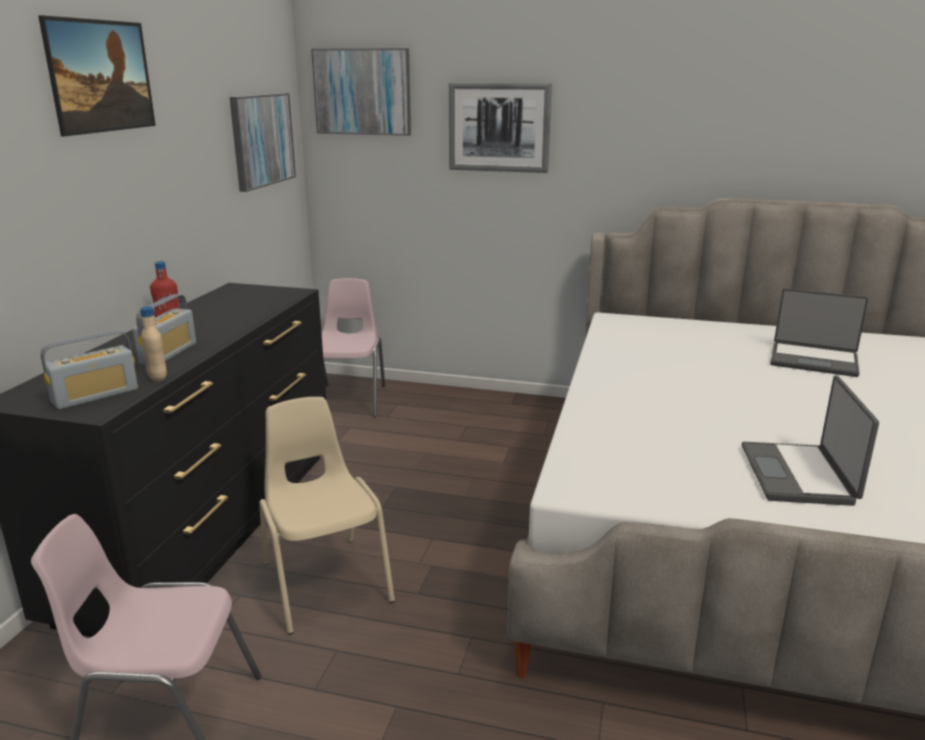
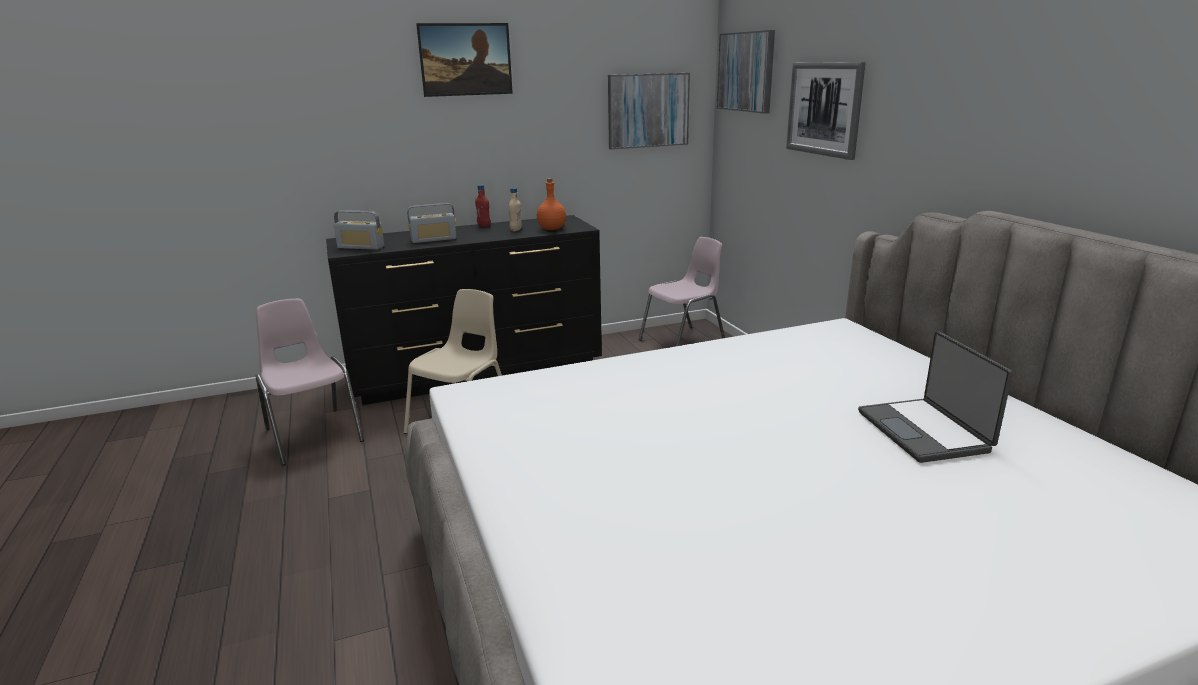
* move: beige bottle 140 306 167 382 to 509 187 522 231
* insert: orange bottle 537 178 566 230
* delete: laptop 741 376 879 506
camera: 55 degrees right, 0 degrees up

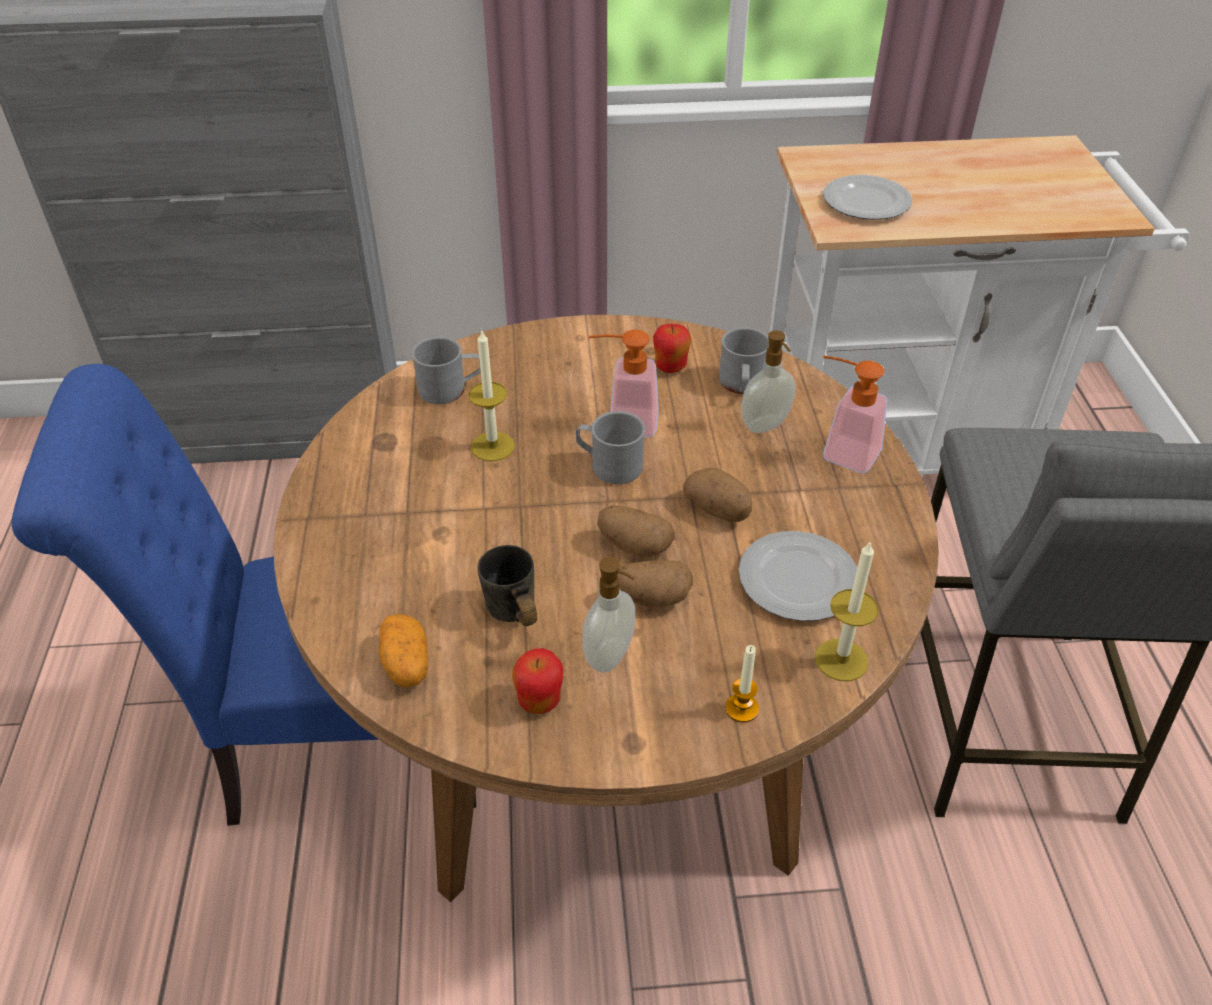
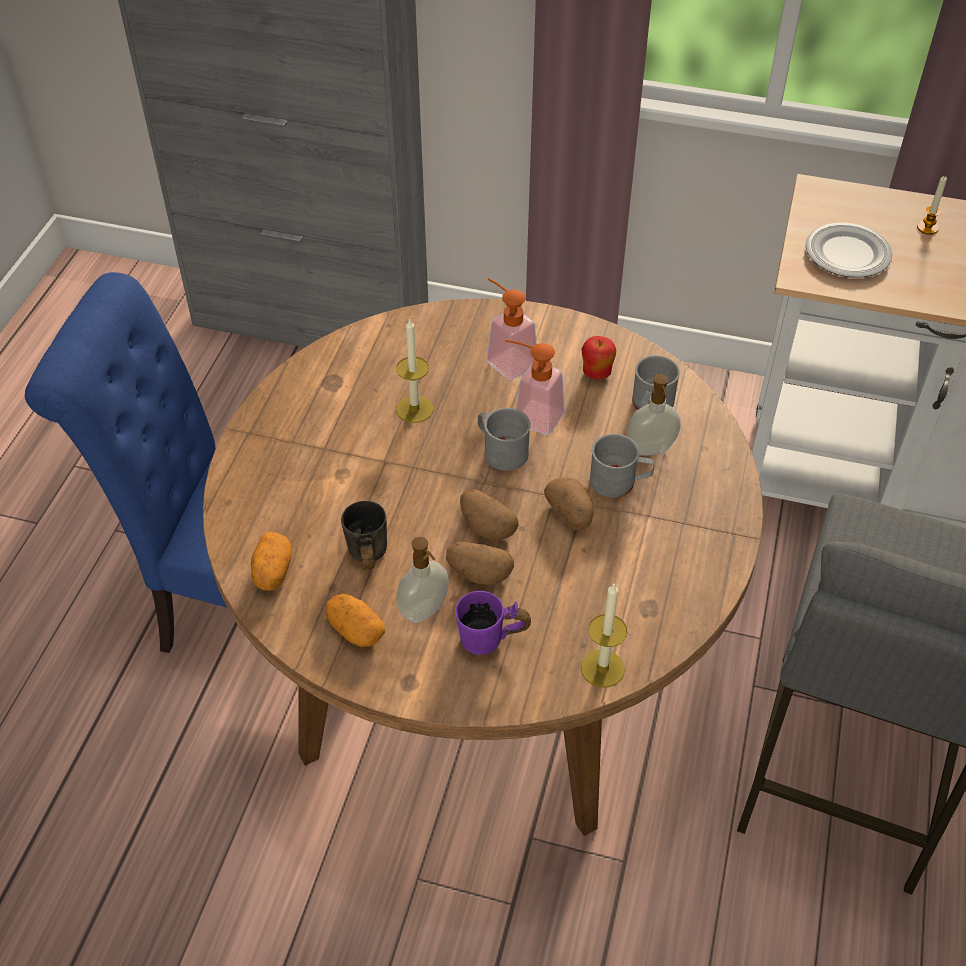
* replace: apple 512 648 563 714 to potato 326 594 385 647
* insert: purple mug 455 591 531 655
* move: soap dispenser 823 356 887 473 to 487 278 537 380
* move: grey mug 411 337 481 404 to 590 434 654 498
* move: candle 725 645 759 723 to 917 176 947 235
* delete: plate 739 531 857 621
camera: 20 degrees right, 5 degrees up

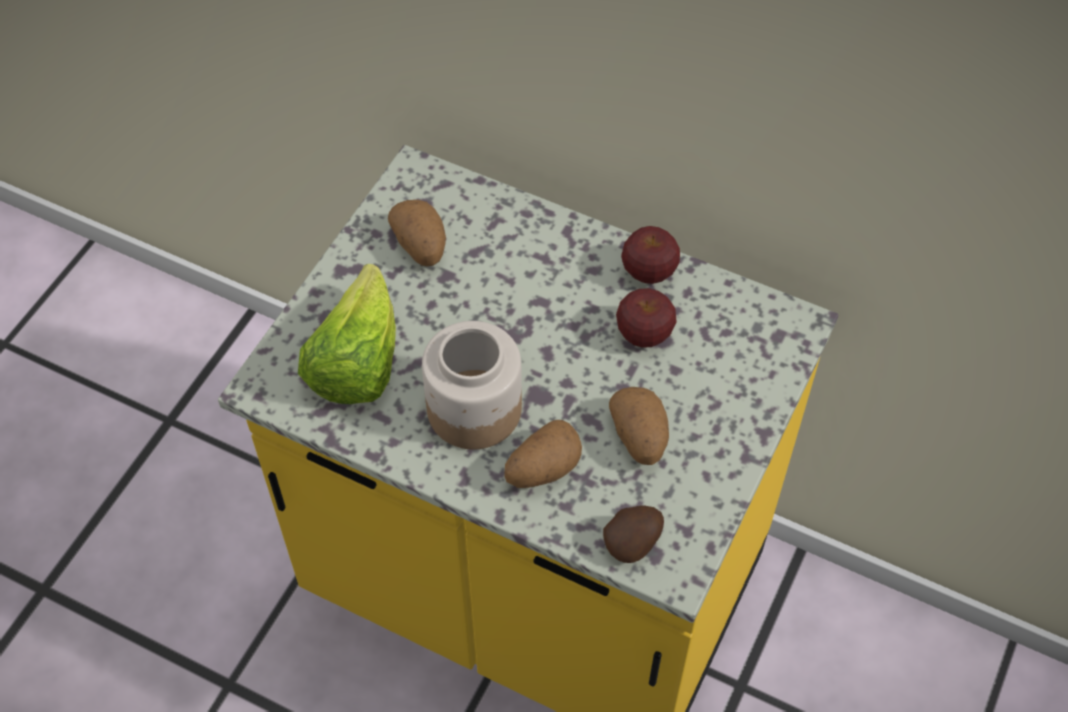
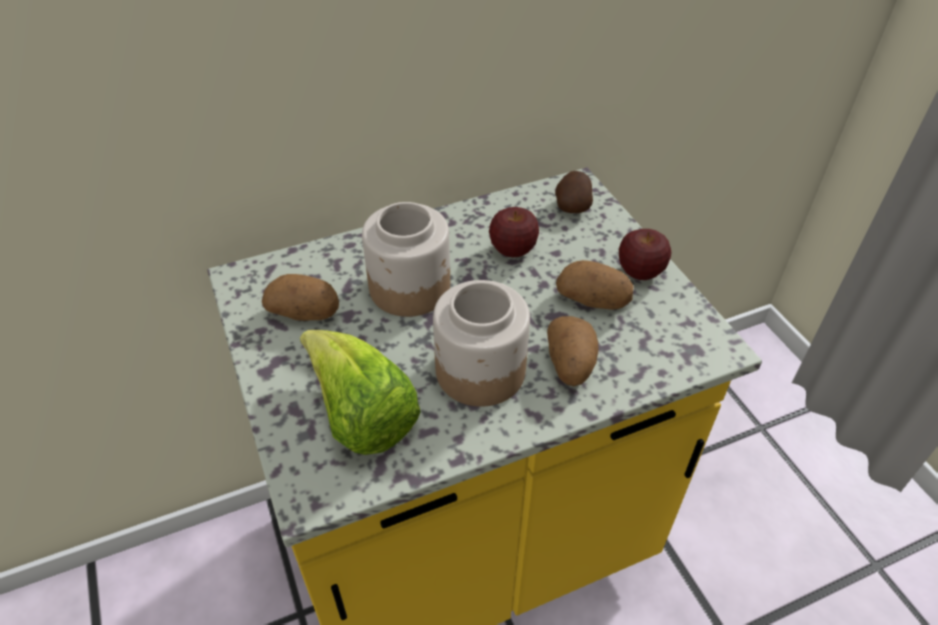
* insert: jar 362 202 450 317
* move: potato 603 505 664 563 to 555 171 593 213
* move: apple 621 226 680 284 to 619 229 671 280
camera: 50 degrees left, 10 degrees down

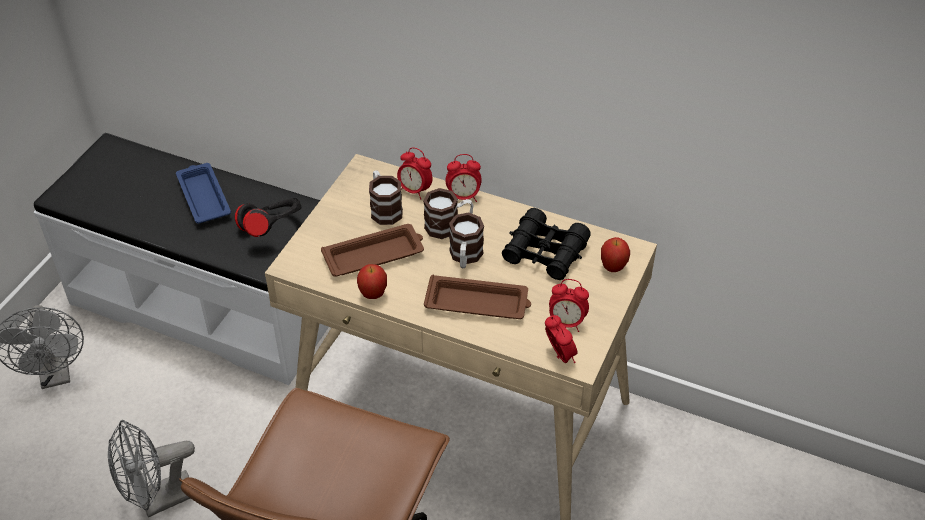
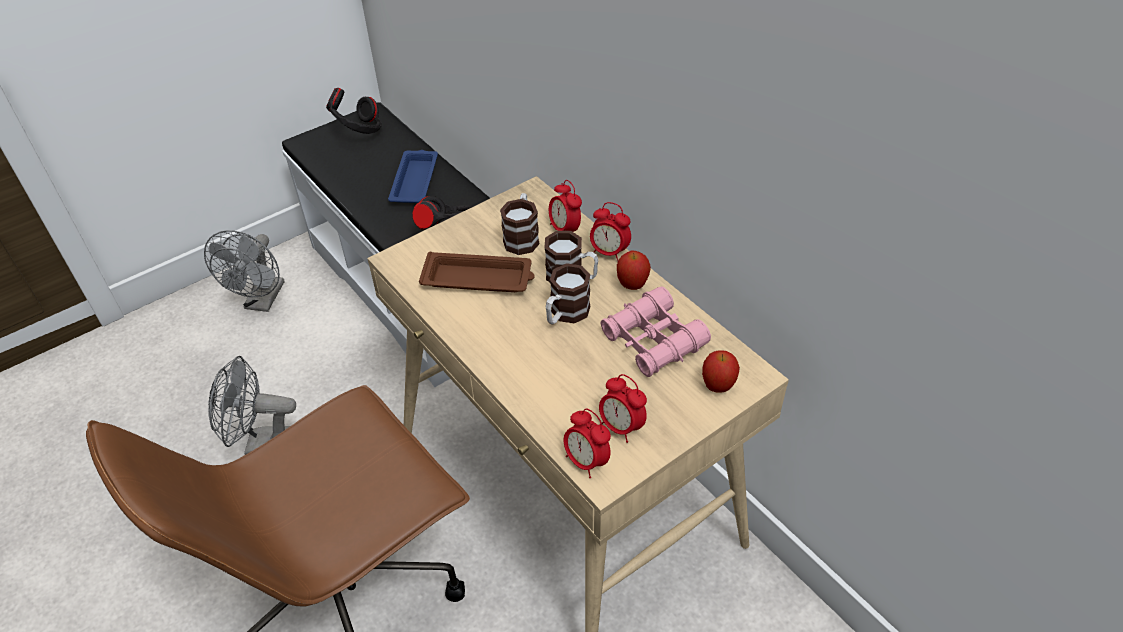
* insert: black headphones 326 88 382 134
* rotate: alarm clock 545 315 578 363 = 564 408 611 478 135 degrees clockwise
* recolor: black binoculars 502 208 591 280 to pink binoculars 600 286 711 377
* move: apple 357 264 387 299 to 617 250 651 290
* delete: brown tray 424 275 531 319
camera: 30 degrees right, 0 degrees up

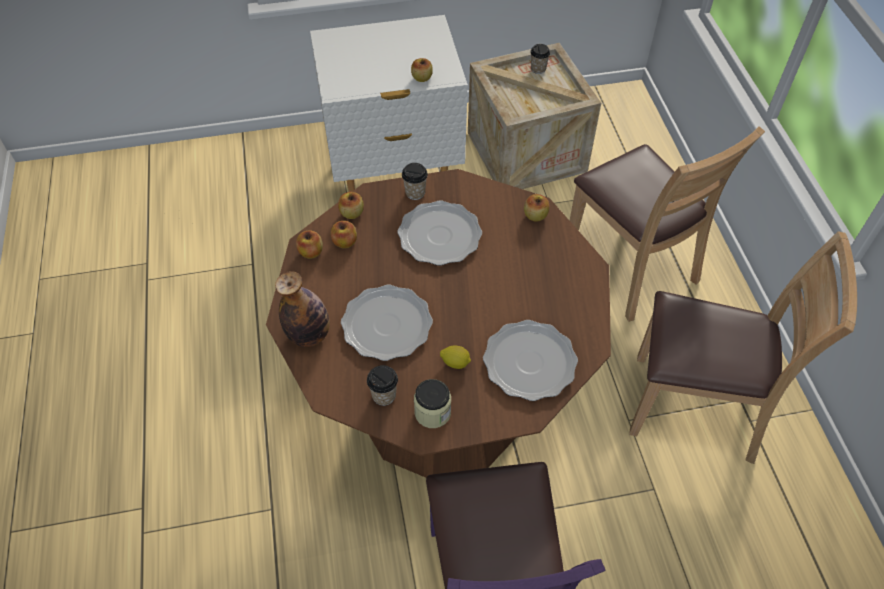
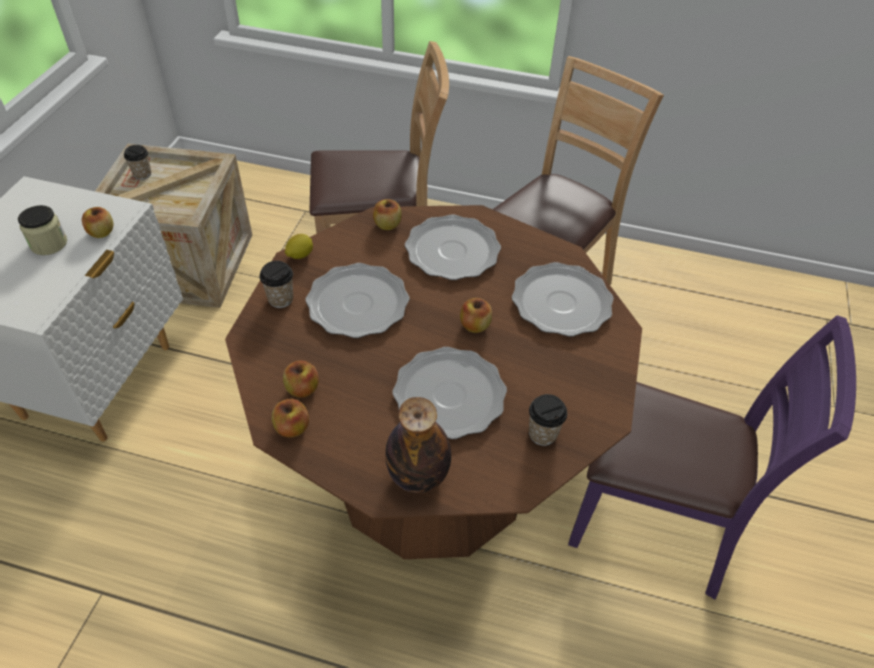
* move: jar 414 379 451 428 to 18 205 67 255
* move: lemon 440 345 471 369 to 285 234 313 259
* insert: plate 405 214 501 280
* move: apple 338 192 364 219 to 460 298 492 333
camera: 65 degrees left, 5 degrees down

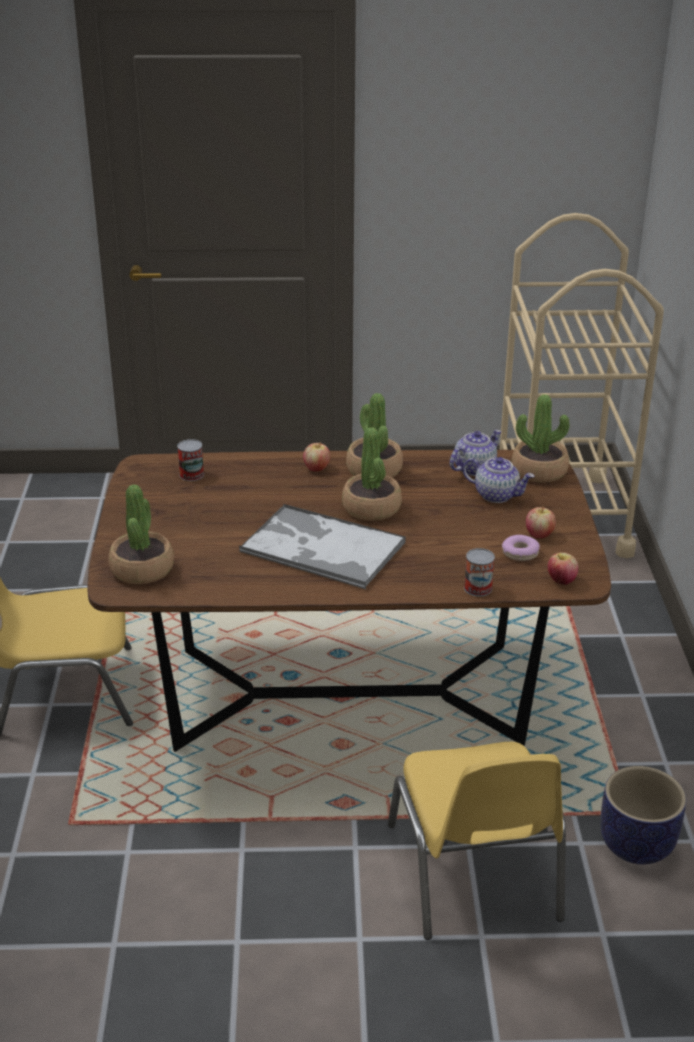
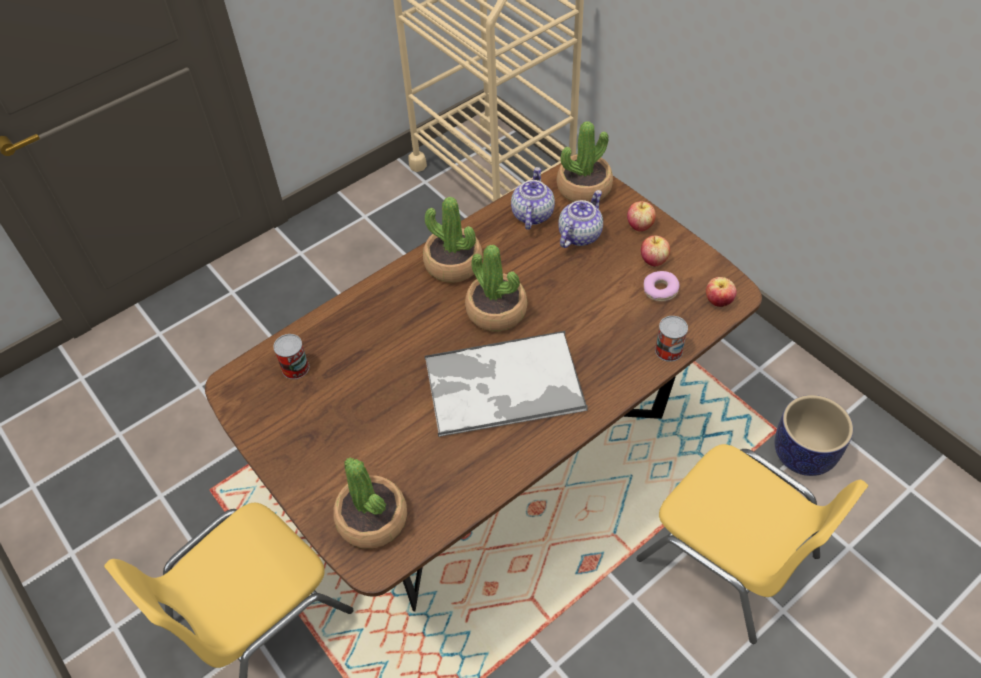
* rotate: teapot 463 457 534 503 = 558 190 603 248 45 degrees counterclockwise
* move: apple 303 442 330 472 to 627 201 656 231
camera: 35 degrees left, 20 degrees up

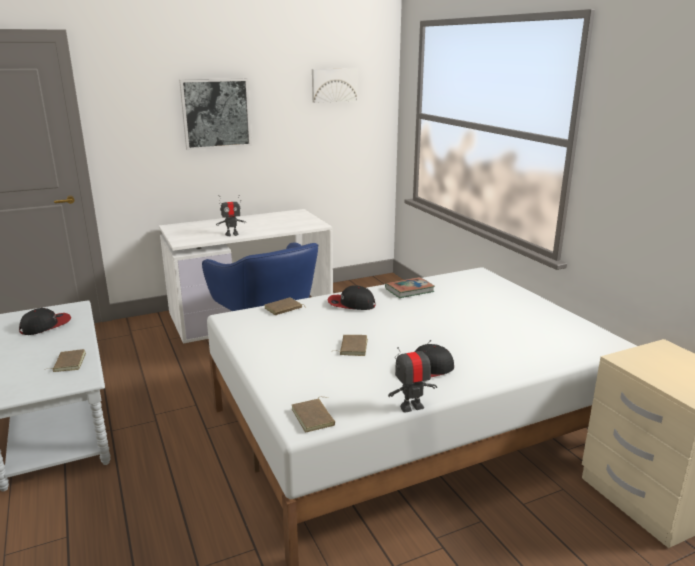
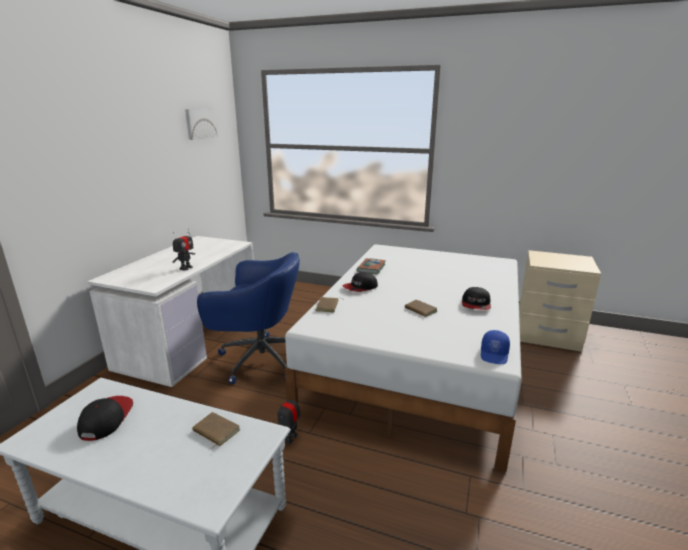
* move: toy robot 388 340 437 413 to 278 390 301 444
* replace: brown book 292 397 335 433 to blue cap 481 330 510 364
* delete: picture 179 78 252 150
camera: 45 degrees left, 0 degrees up

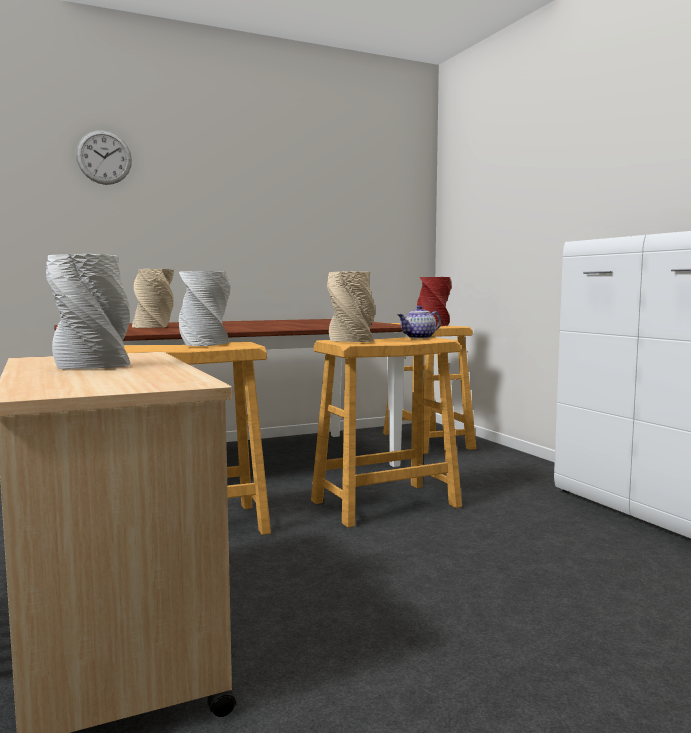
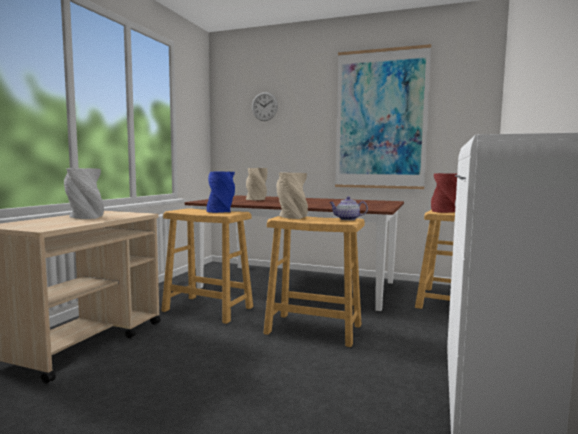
* recolor: grey vase 179 271 230 346 to blue vase 207 171 235 213
* insert: picture 335 44 431 189
camera: 45 degrees right, 0 degrees up

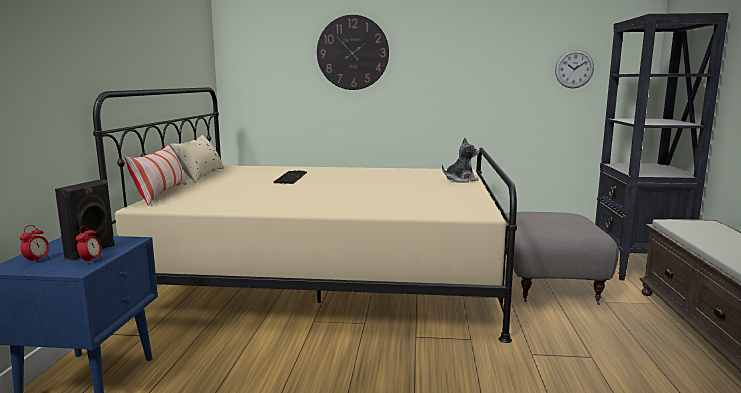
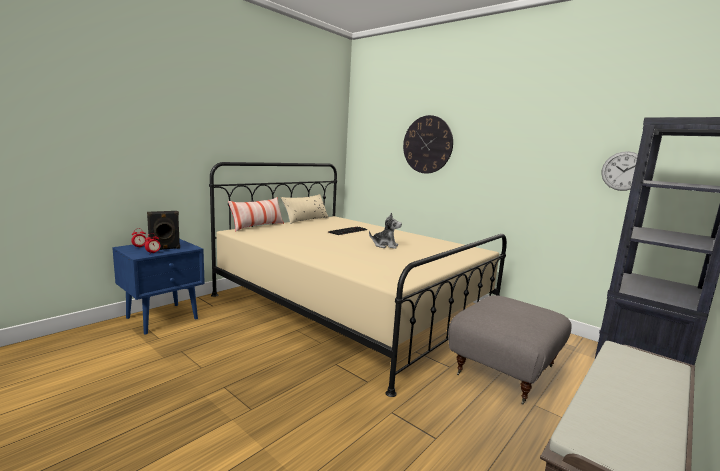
* move: plush toy 442 138 480 182 to 369 213 402 249
camera: 35 degrees right, 0 degrees up

